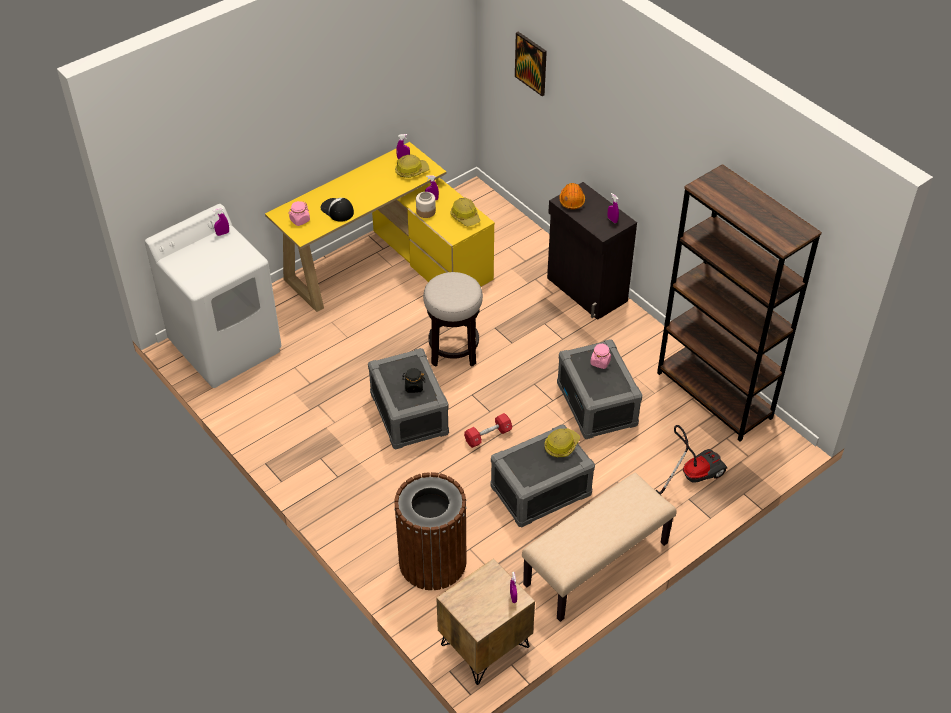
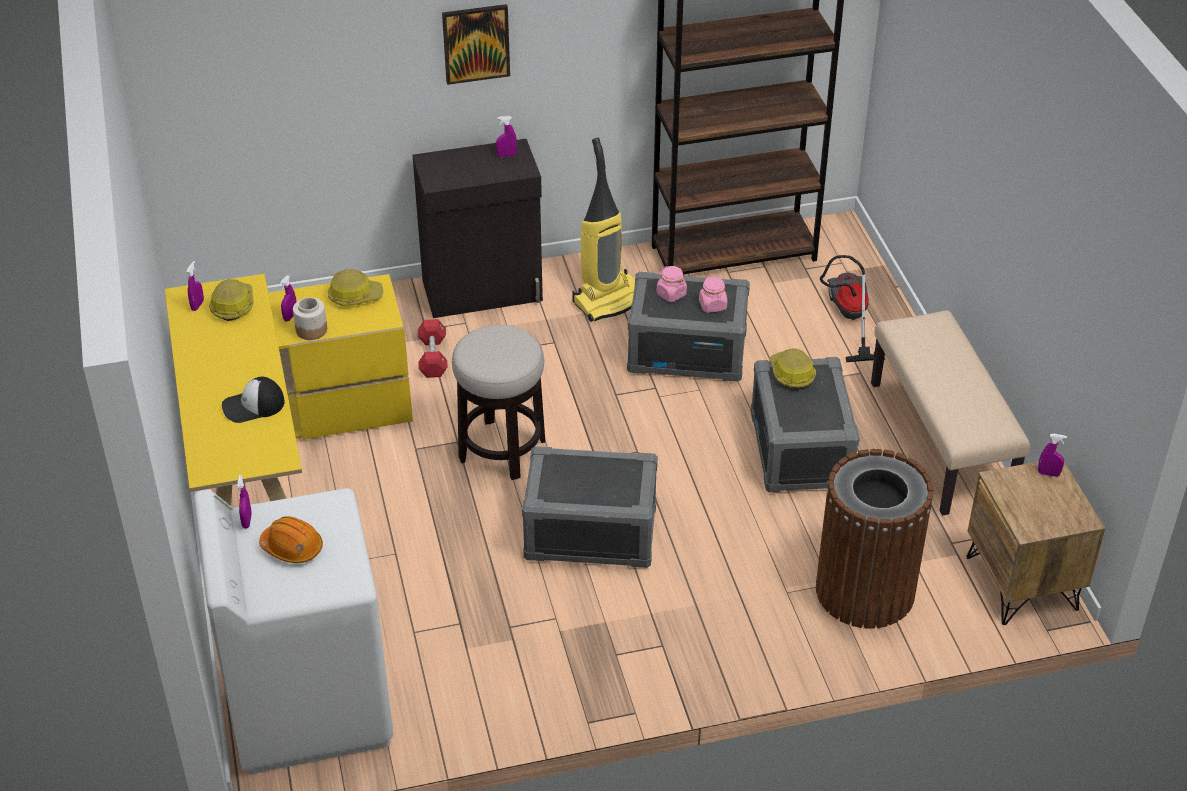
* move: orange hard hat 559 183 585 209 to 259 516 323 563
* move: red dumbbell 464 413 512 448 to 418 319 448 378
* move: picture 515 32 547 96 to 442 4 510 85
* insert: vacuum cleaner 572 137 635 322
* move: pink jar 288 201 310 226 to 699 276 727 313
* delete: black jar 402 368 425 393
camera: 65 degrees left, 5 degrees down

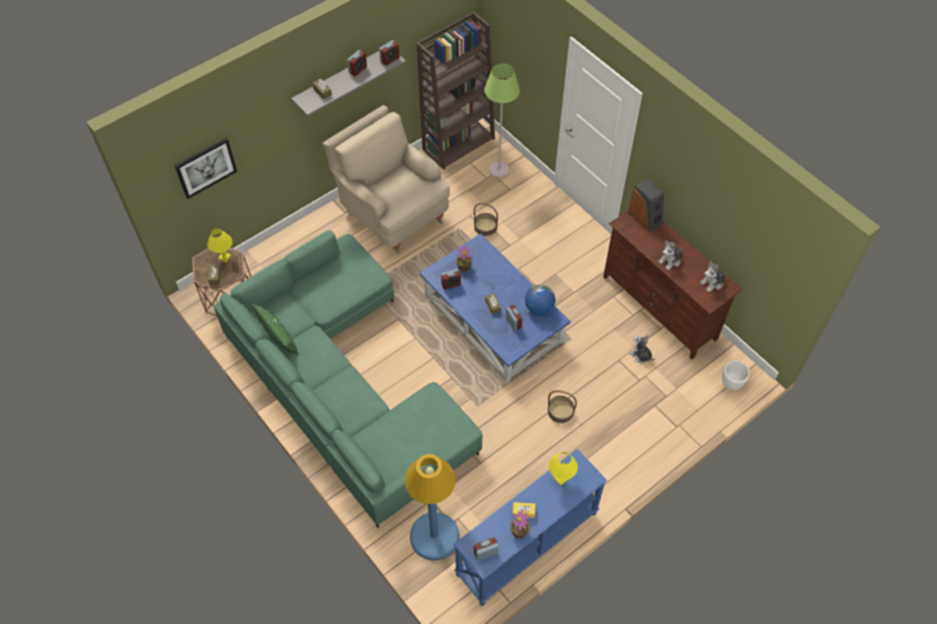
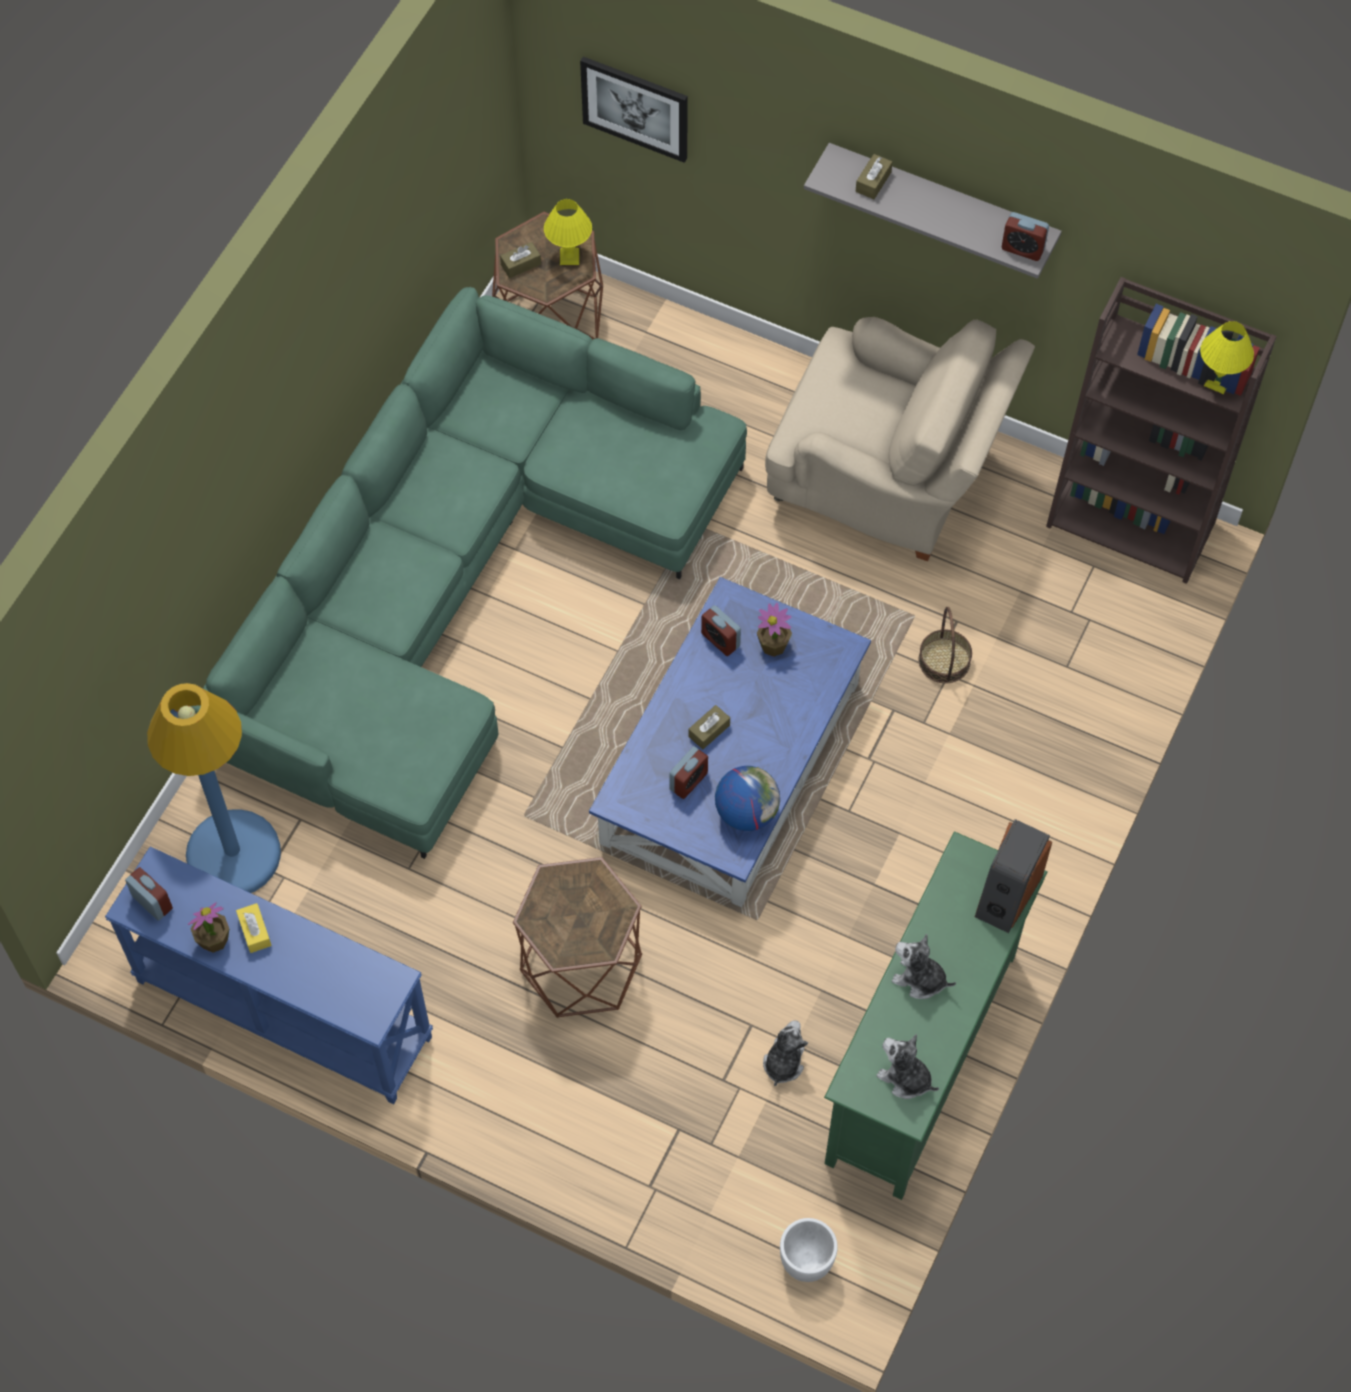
* replace: basket 548 390 577 423 to brown side table 513 857 642 1018
* rotate: beige armchair 323 105 450 253 = 765 317 1035 561 90 degrees clockwise
* recolor: brown tv stand 603 211 743 359 to green tv stand 824 831 1048 1200
* move: yellow table lamp 549 452 578 486 to 1200 321 1254 394
* delete: green pillow 252 304 299 355
* delete: alarm clock 347 50 367 76
* delete: green floor lamp 484 64 520 178
camera: 65 degrees right, 5 degrees up

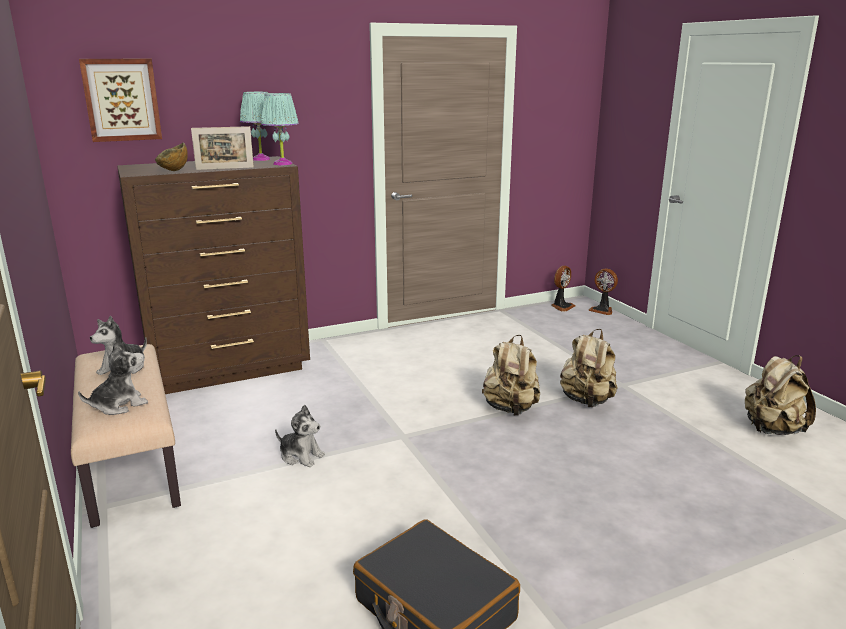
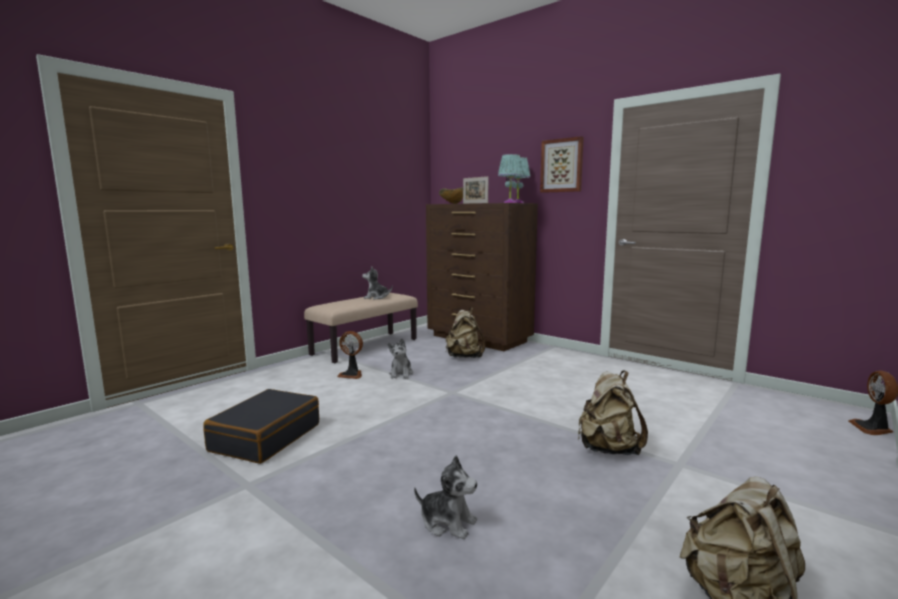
* move: fan 551 266 575 312 to 337 331 363 379
* move: plush toy 78 341 148 415 to 414 456 477 539
* move: beige backpack 482 335 540 416 to 445 307 485 358
* move: picture 79 59 162 142 to 540 136 584 193
camera: 65 degrees right, 10 degrees down

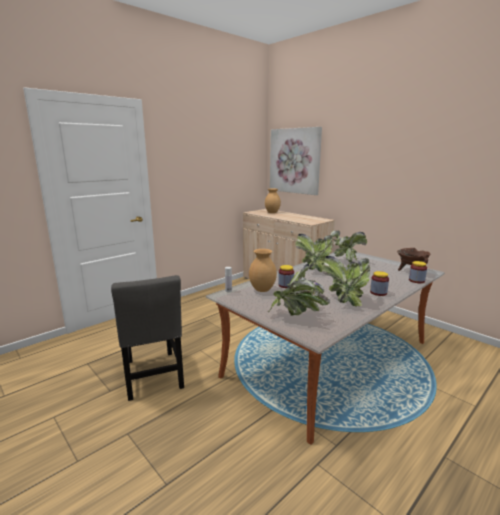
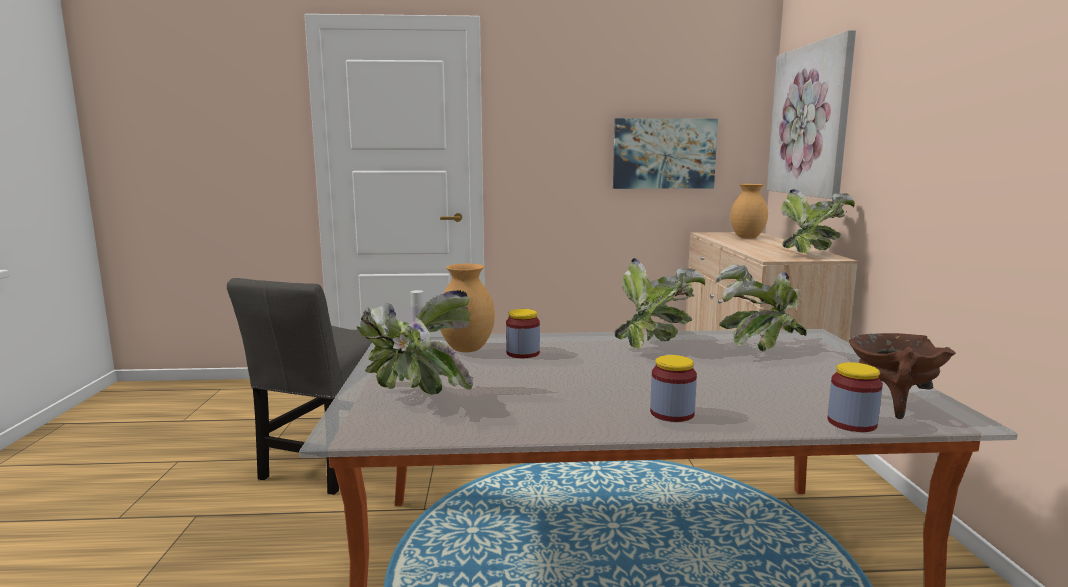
* insert: picture 613 118 718 189
* move: potted plant 322 255 371 306 to 781 189 855 253
camera: 40 degrees right, 5 degrees down

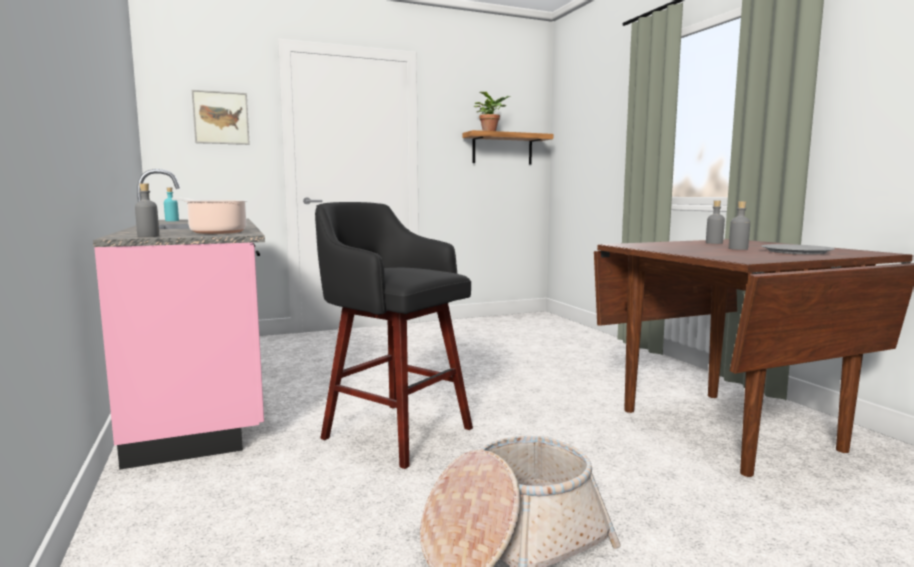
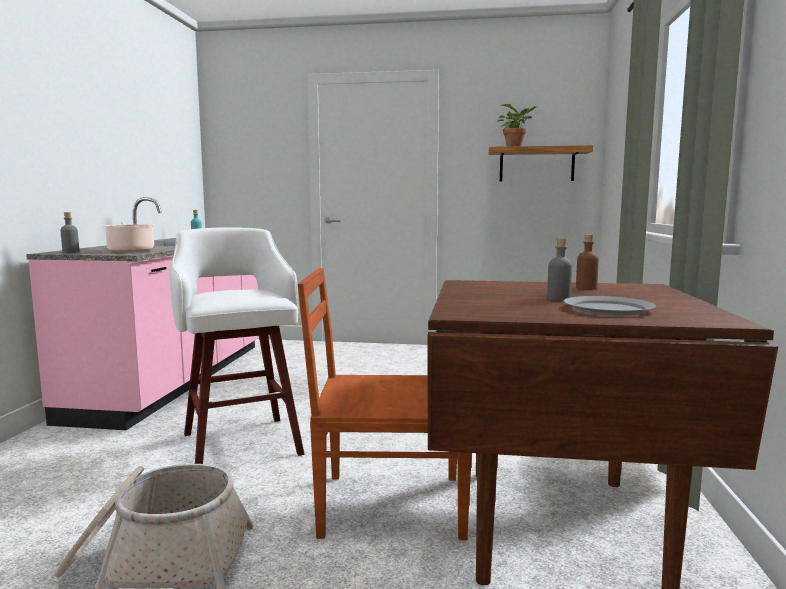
* recolor: black stool 315 202 473 469 to white stool 170 227 304 464
* insert: brown chair 298 268 472 540
* recolor: grey bottle 706 201 725 244 to brown bottle 576 234 599 290
* delete: picture 192 90 250 145
camera: 30 degrees right, 0 degrees up

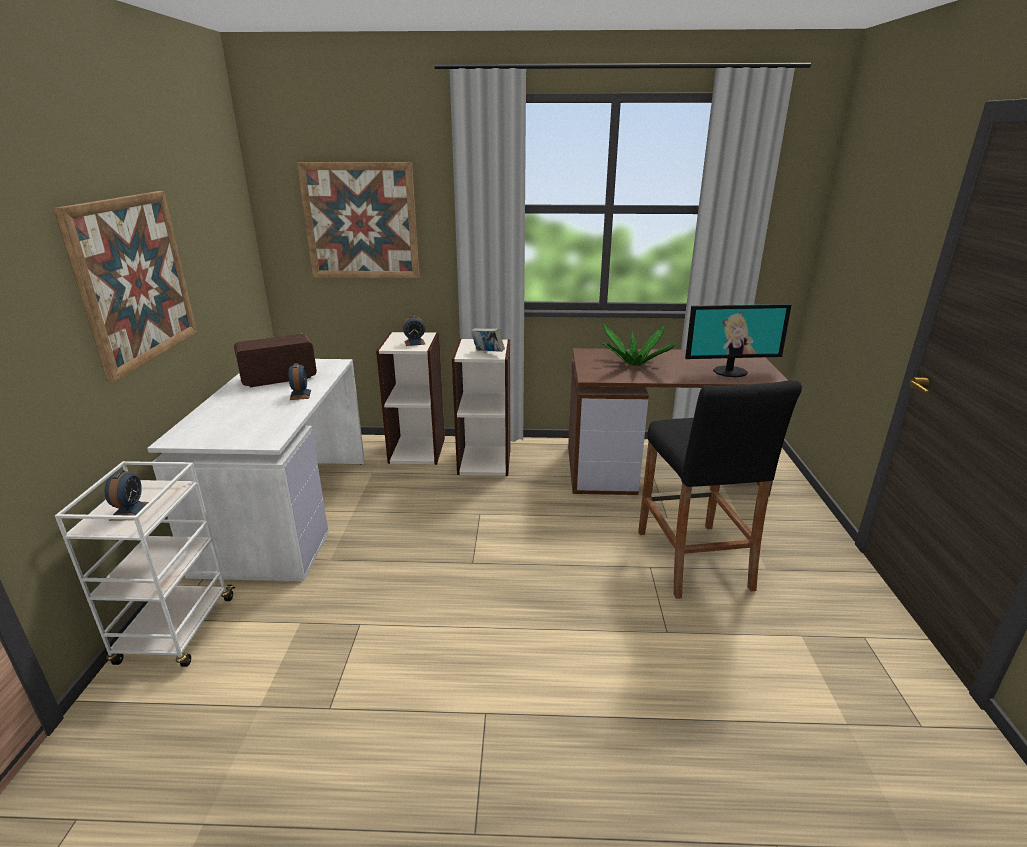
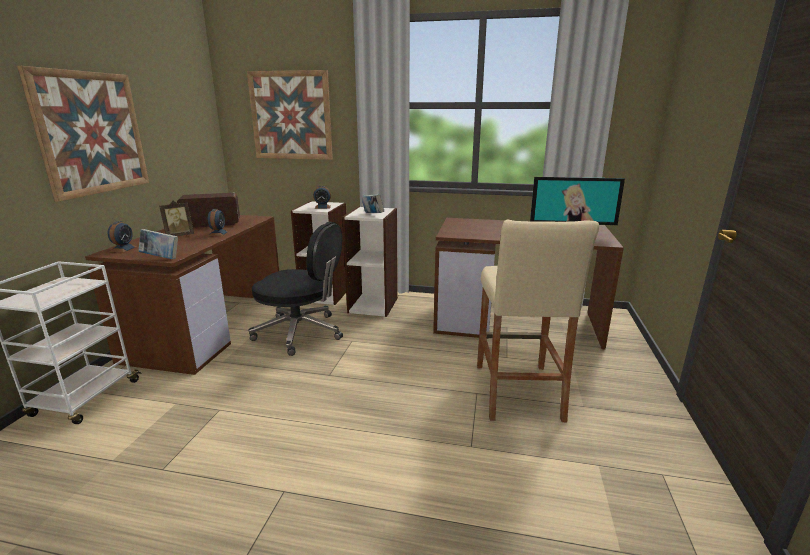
* recolor: white desk 147 359 365 581 to brown desk 85 215 279 375
* move: alarm clock 105 470 149 521 to 107 221 138 252
* insert: book 138 229 178 259
* insert: picture frame 159 200 194 236
* insert: black office chair 249 221 343 356
* recolor: black stool 638 380 802 599 to beige stool 477 220 599 422
* delete: potted plant 600 324 676 366
camera: 10 degrees right, 5 degrees down

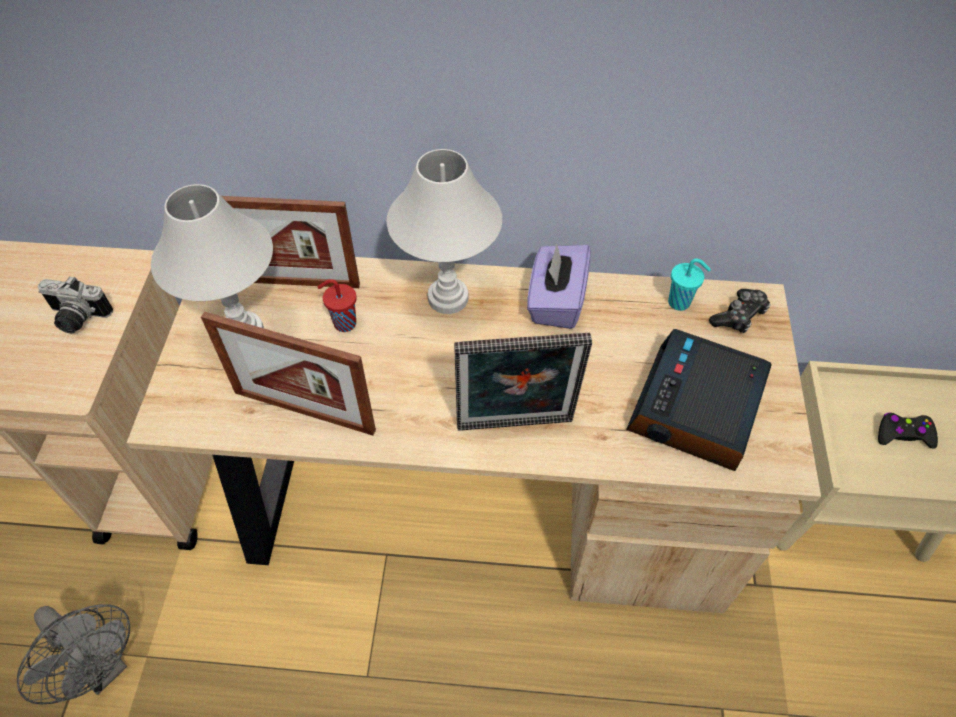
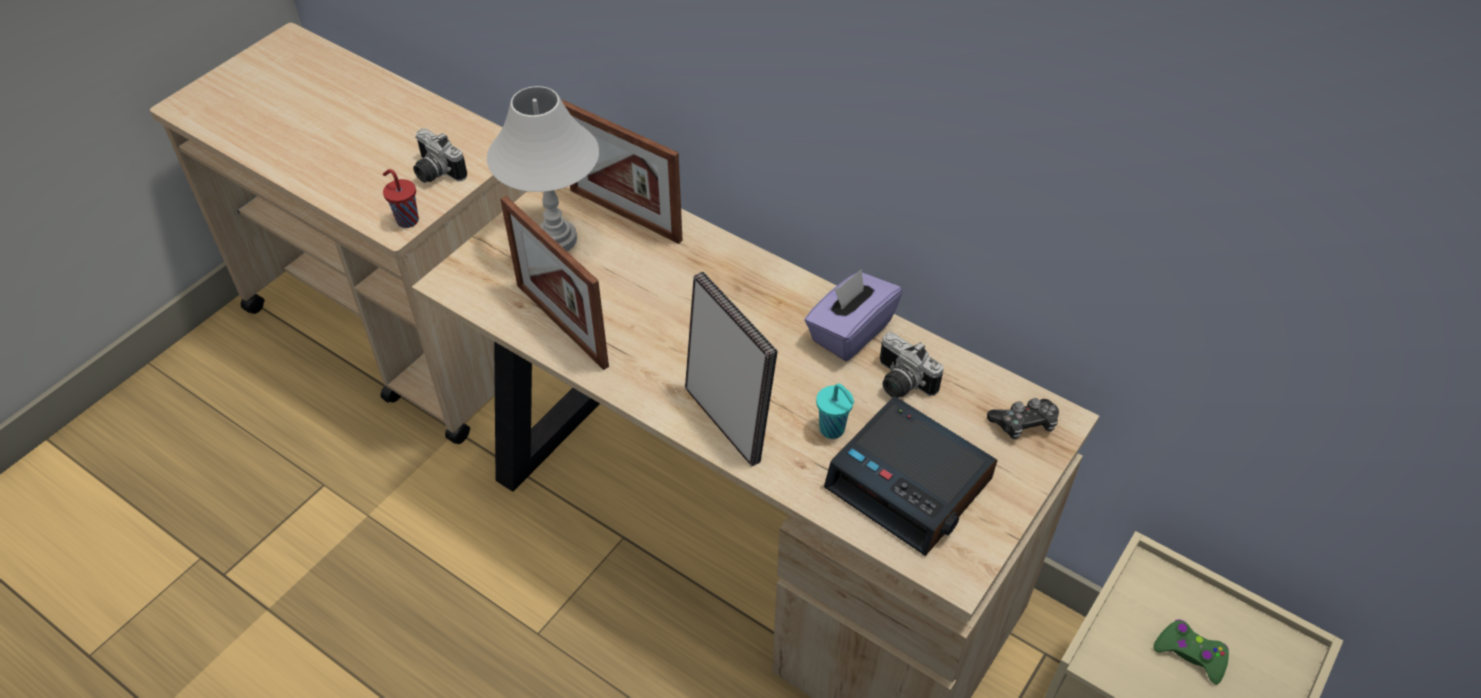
* move: red cup 318 279 356 332 to 383 169 419 228
* rotate: picture frame 454 333 592 431 = 685 272 778 466 150 degrees counterclockwise
* move: turquoise cup 668 258 711 311 to 816 384 855 439
* rotate: alarm clock 626 329 771 471 = 824 396 997 556 105 degrees counterclockwise
* insert: photo camera 880 332 944 398
* recolor: black game controller 878 412 938 448 to green game controller 1153 619 1229 685
* delete: grey fan 17 604 130 704
* delete: white table lamp 386 149 502 314
camera: 30 degrees right, 5 degrees down

